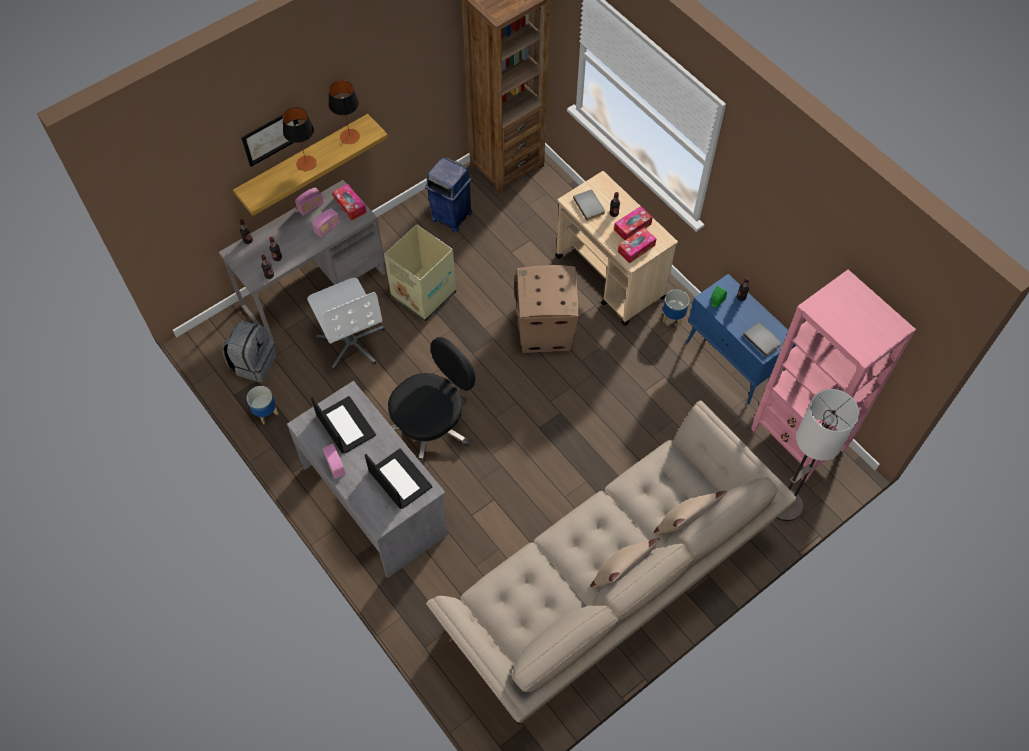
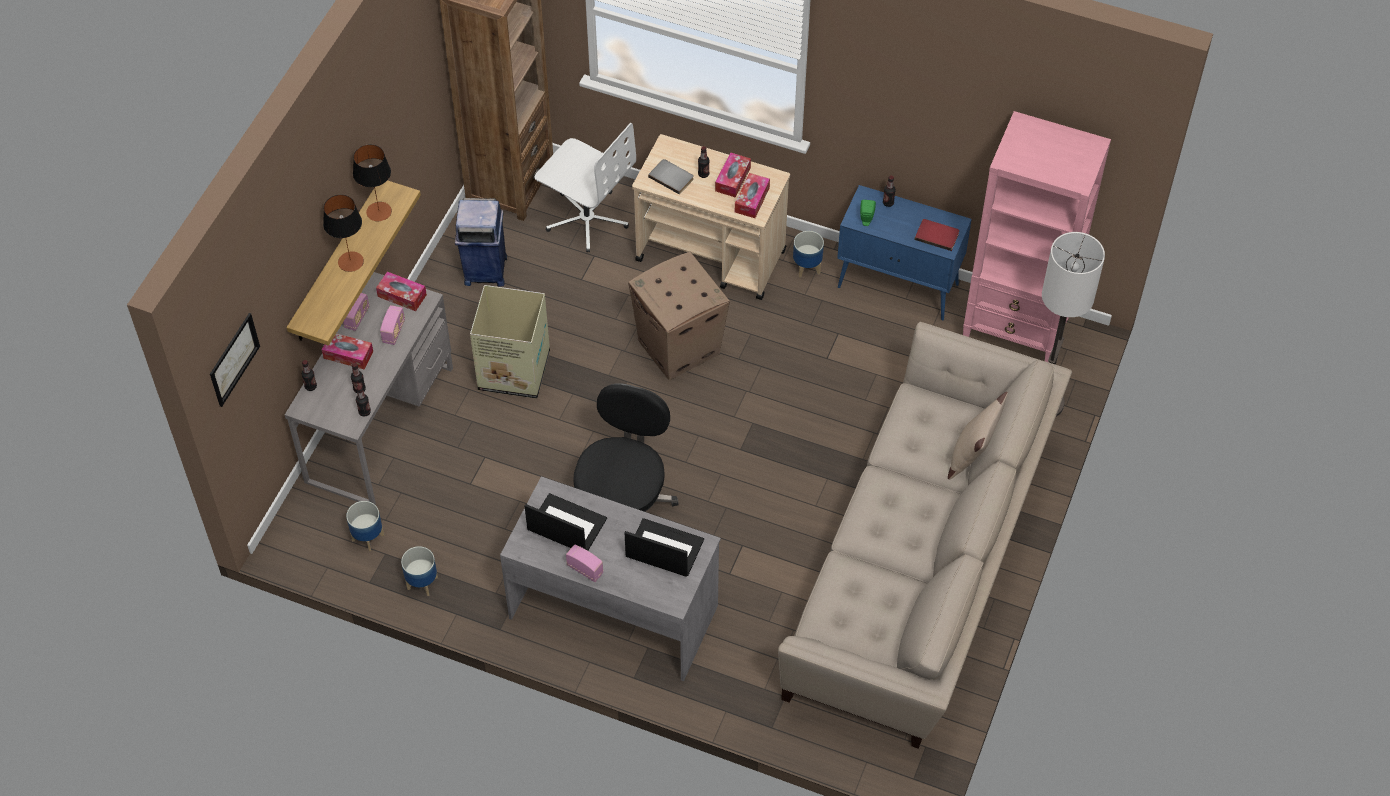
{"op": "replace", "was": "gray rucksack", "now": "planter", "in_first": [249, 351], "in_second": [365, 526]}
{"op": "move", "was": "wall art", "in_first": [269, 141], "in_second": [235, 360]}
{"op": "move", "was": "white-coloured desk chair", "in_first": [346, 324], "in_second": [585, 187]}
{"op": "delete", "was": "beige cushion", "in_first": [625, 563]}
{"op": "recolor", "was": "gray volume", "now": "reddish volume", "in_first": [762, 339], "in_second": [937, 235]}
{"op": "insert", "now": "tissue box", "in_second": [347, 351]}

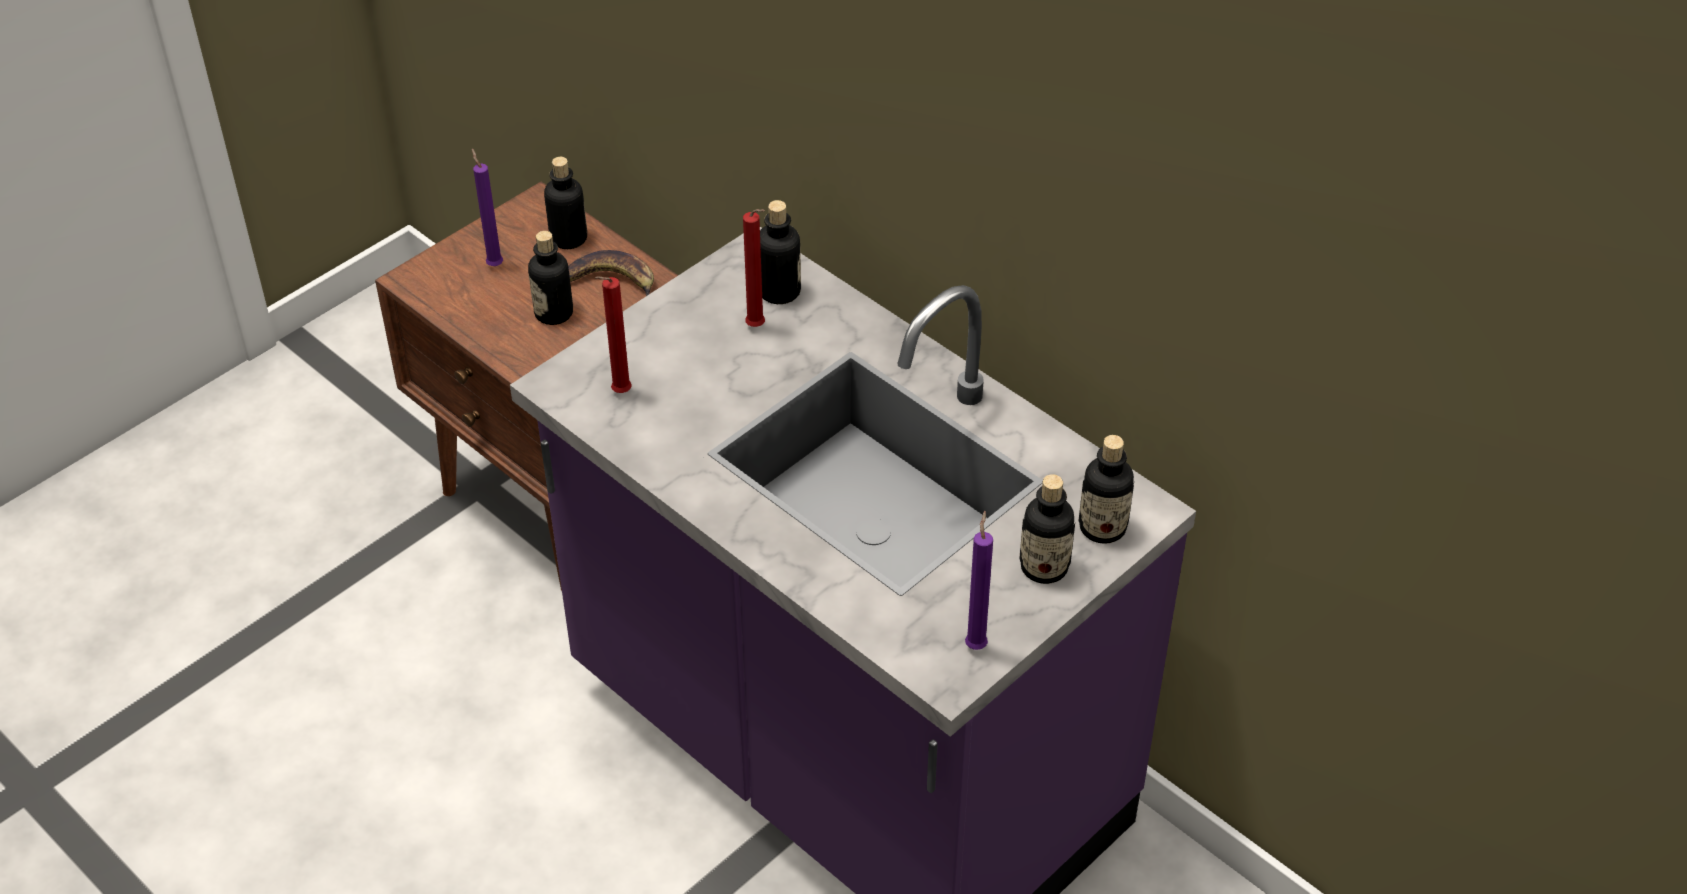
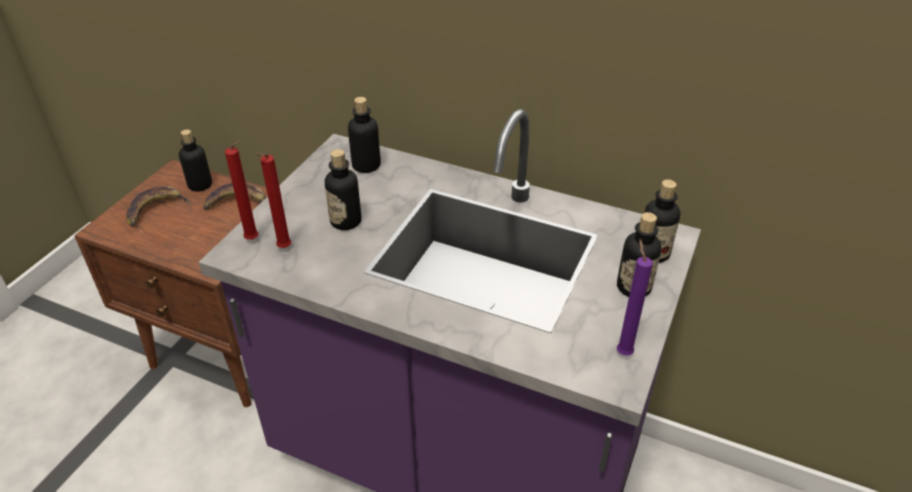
{"op": "replace", "was": "purplish candle", "now": "whole banana", "in_first": [487, 207], "in_second": [158, 206]}
{"op": "move", "was": "bottle", "in_first": [550, 278], "in_second": [343, 189]}
{"op": "move", "was": "reddish candle", "in_first": [754, 268], "in_second": [241, 190]}

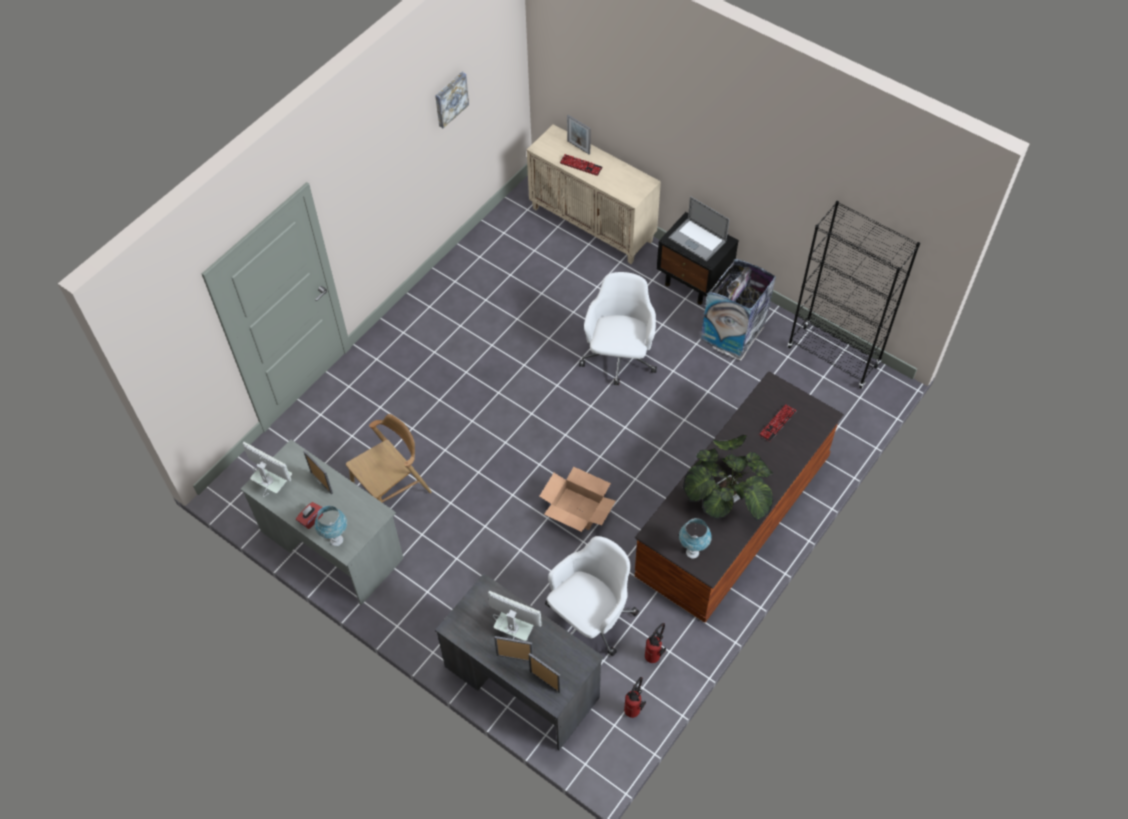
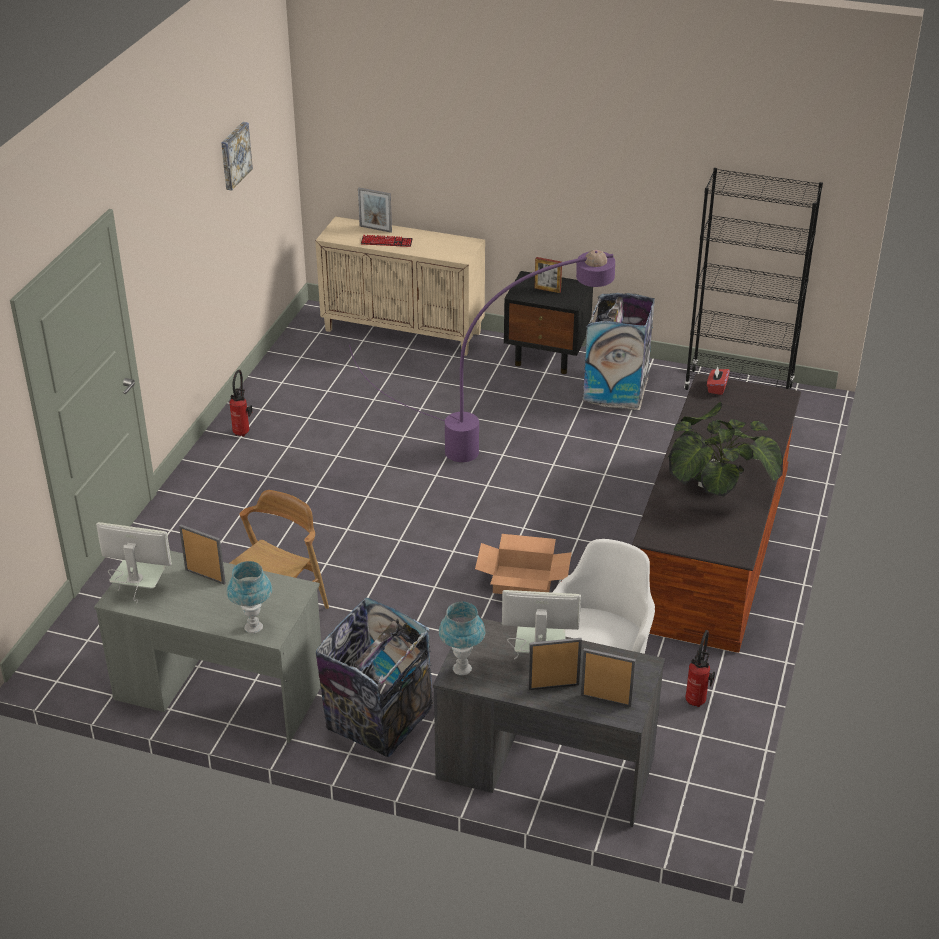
{"op": "move", "was": "reddish tissue box", "in_first": [309, 515], "in_second": [718, 380]}
{"op": "replace", "was": "white-coloured desk chair", "now": "purplish standing lamp", "in_first": [618, 328], "in_second": [482, 355]}
{"op": "move", "was": "fire-fighting cylinder", "in_first": [635, 697], "in_second": [240, 403]}
{"op": "replace", "was": "laptop", "now": "standing frame", "in_first": [699, 229], "in_second": [548, 275]}
{"op": "move", "was": "blue table lamp", "in_first": [695, 538], "in_second": [462, 638]}
{"op": "delete", "was": "PC keyboard", "in_first": [777, 423]}
{"op": "insert", "now": "waste bin", "in_second": [375, 677]}

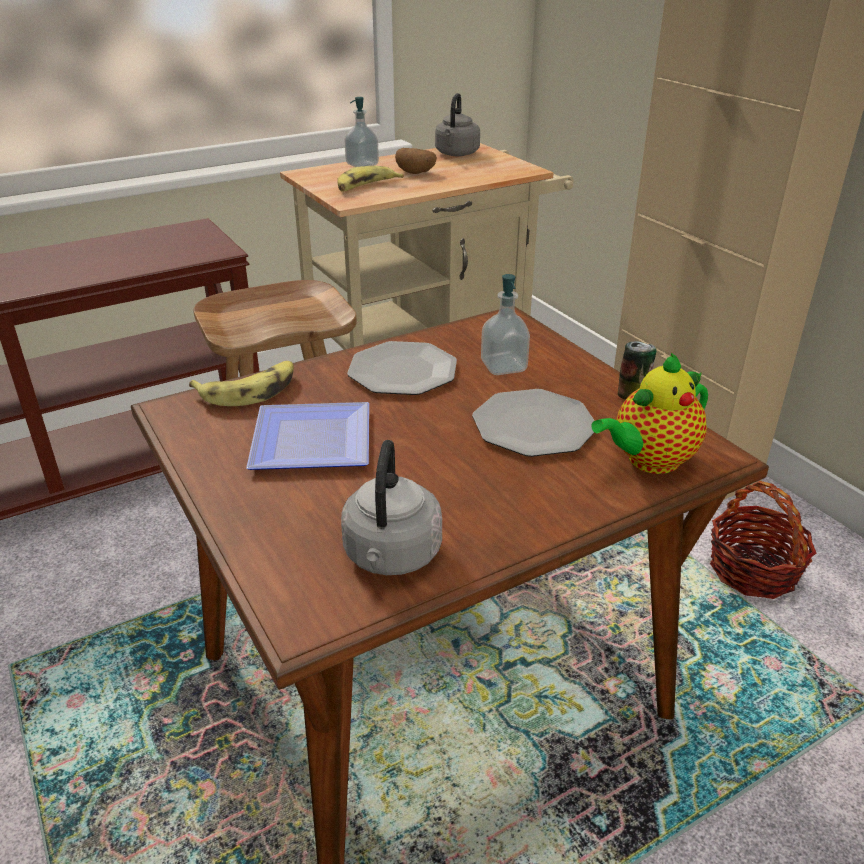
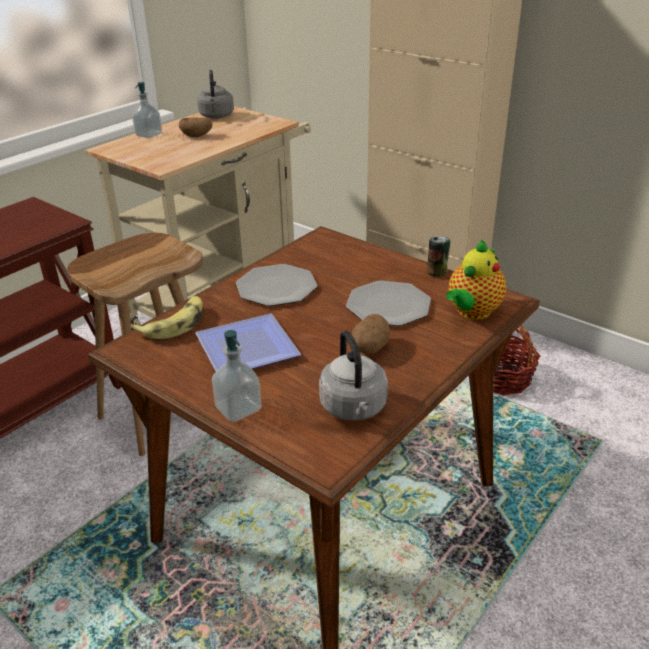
{"op": "delete", "was": "whole banana", "in_first": [370, 179]}
{"op": "move", "was": "liquid soap bottle", "in_first": [505, 324], "in_second": [237, 376]}
{"op": "insert", "now": "spud", "in_second": [371, 334]}

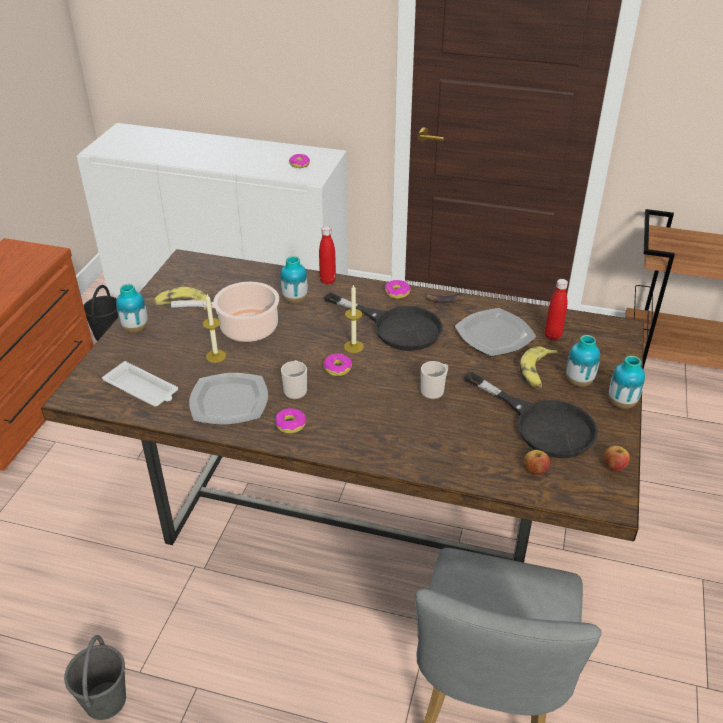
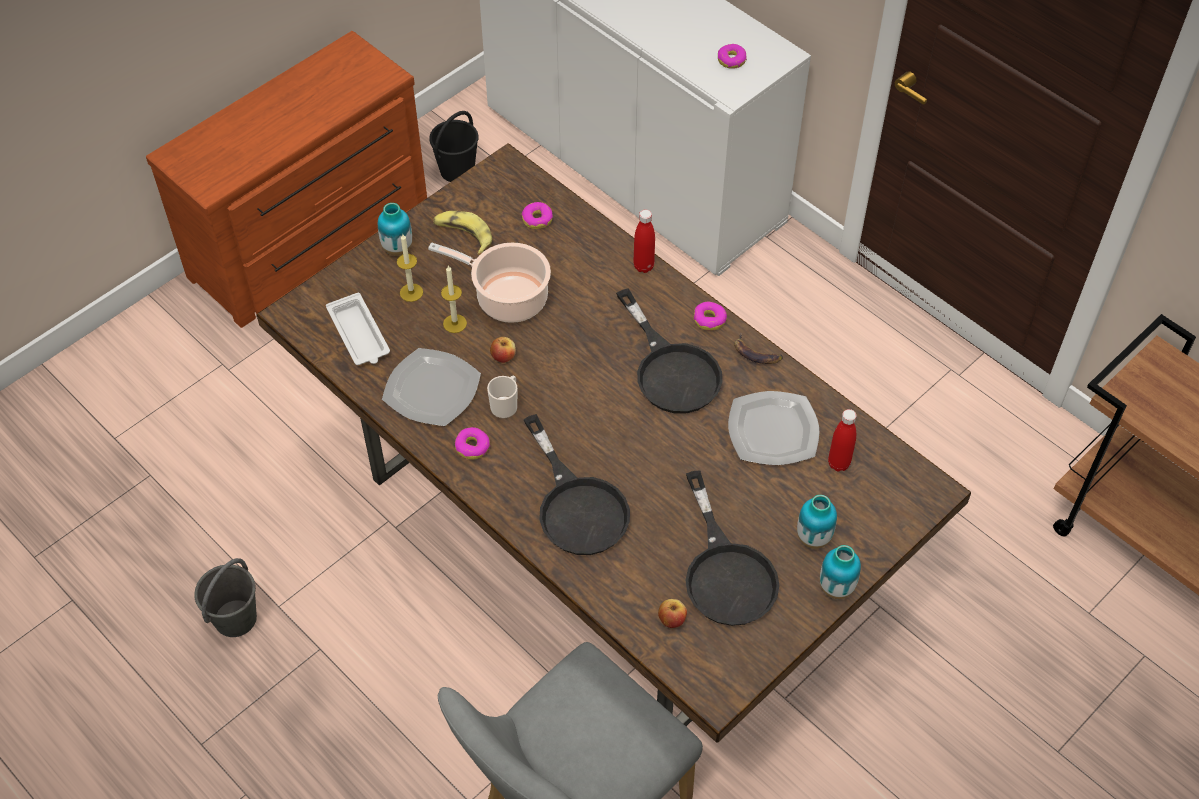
{"op": "delete", "was": "vase", "in_first": [294, 280]}
{"op": "move", "was": "ring doughnut", "in_first": [338, 364], "in_second": [537, 215]}
{"op": "move", "was": "candle", "in_first": [354, 318], "in_second": [410, 268]}
{"op": "delete", "was": "mug", "in_first": [434, 380]}
{"op": "delete", "was": "whole banana", "in_first": [539, 367]}
{"op": "move", "was": "apple fruit", "in_first": [617, 458], "in_second": [503, 350]}
{"op": "insert", "now": "black-coloured frying pan", "in_second": [576, 484]}

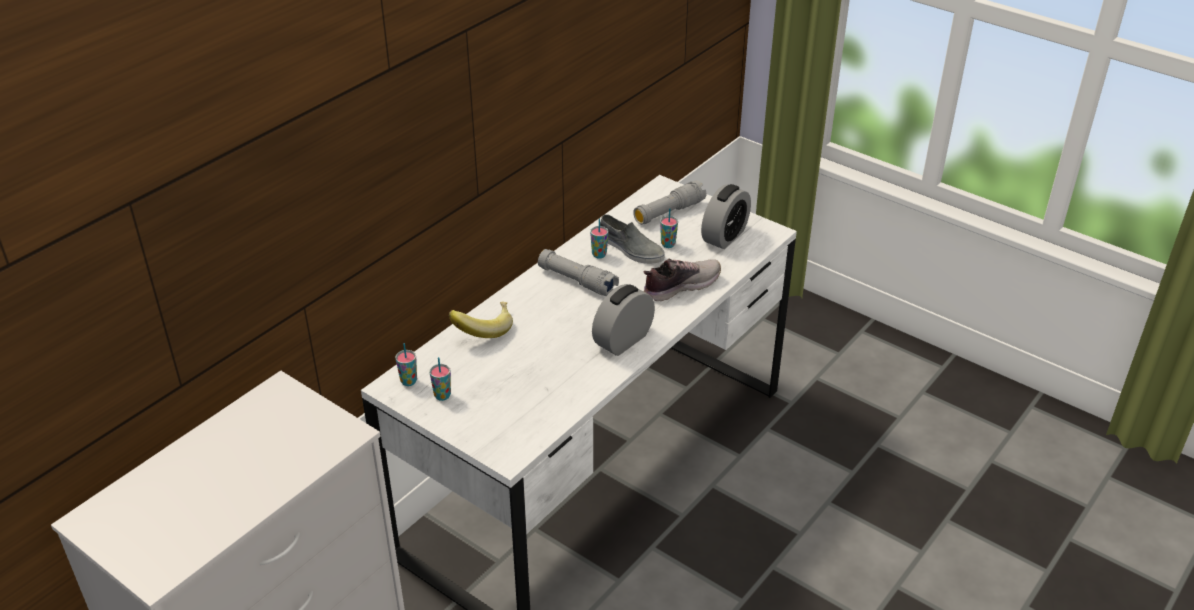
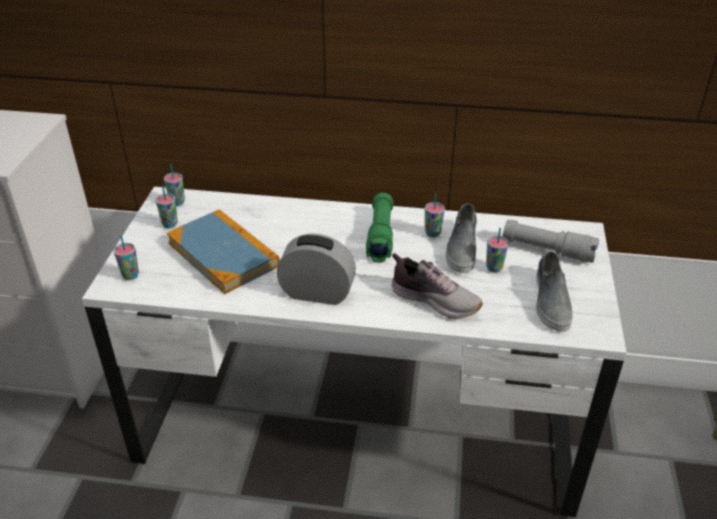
{"op": "delete", "was": "whole banana", "in_first": [481, 319]}
{"op": "recolor", "was": "gray hand torch", "now": "greenish hand torch", "in_first": [578, 272], "in_second": [379, 228]}
{"op": "replace", "was": "bedside clock", "now": "gray shoe", "in_first": [726, 216], "in_second": [554, 291]}
{"op": "insert", "now": "drinking cup", "in_second": [126, 257]}
{"op": "insert", "now": "volume", "in_second": [223, 251]}

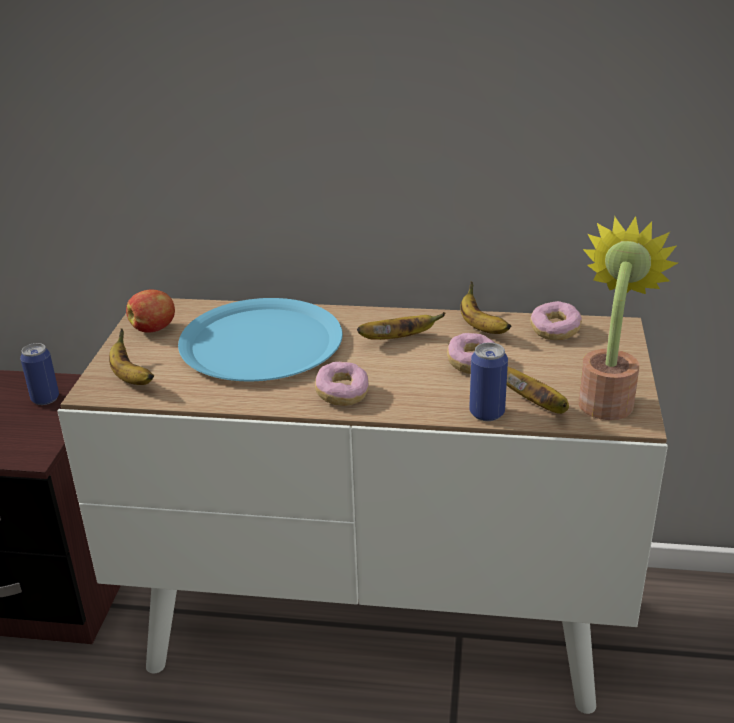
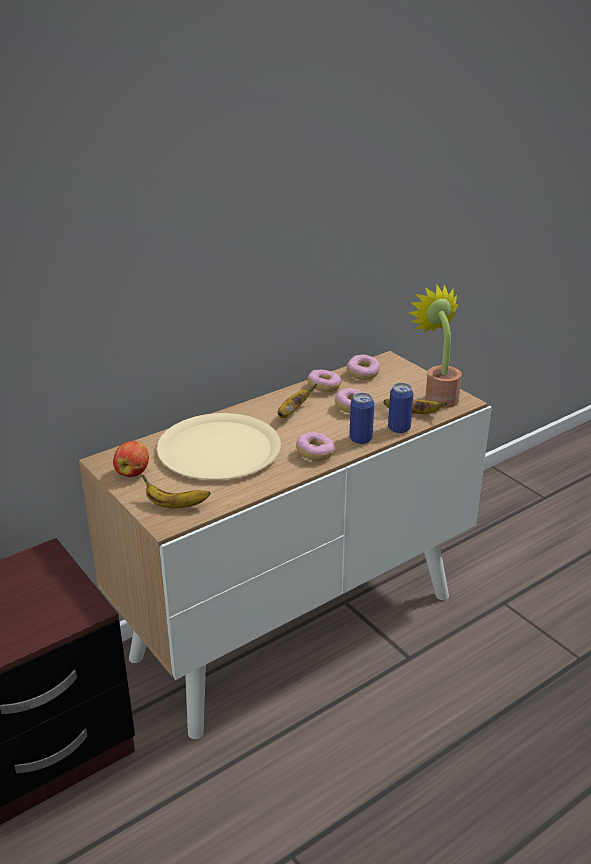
{"op": "move", "was": "metal can", "in_first": [39, 374], "in_second": [361, 418]}
{"op": "recolor", "was": "blue dinner plate", "now": "beige dinner plate", "in_first": [260, 339], "in_second": [219, 446]}
{"op": "replace", "was": "whole banana", "now": "ring doughnut", "in_first": [485, 307], "in_second": [324, 380]}

